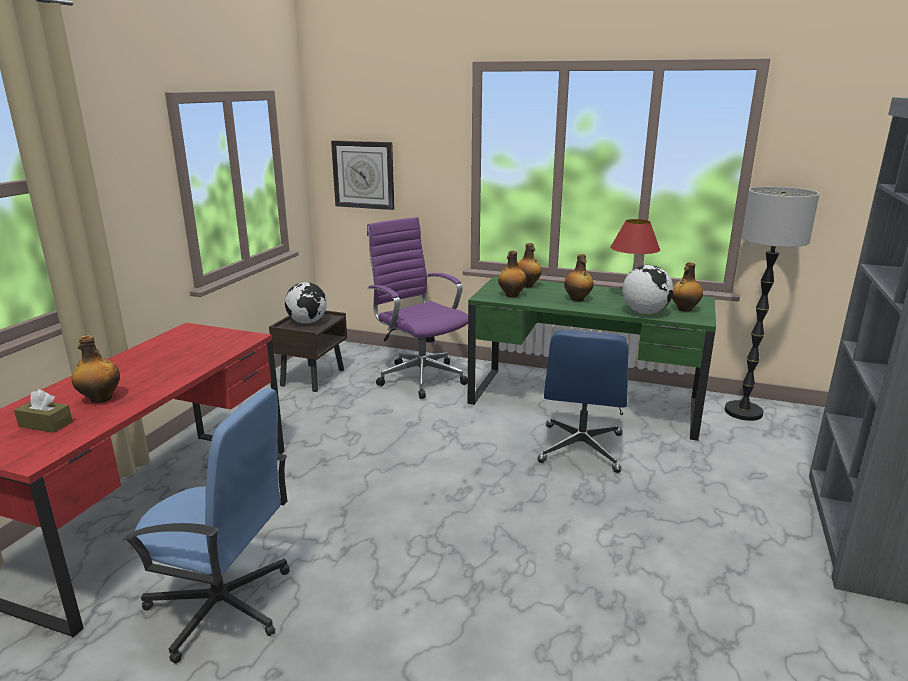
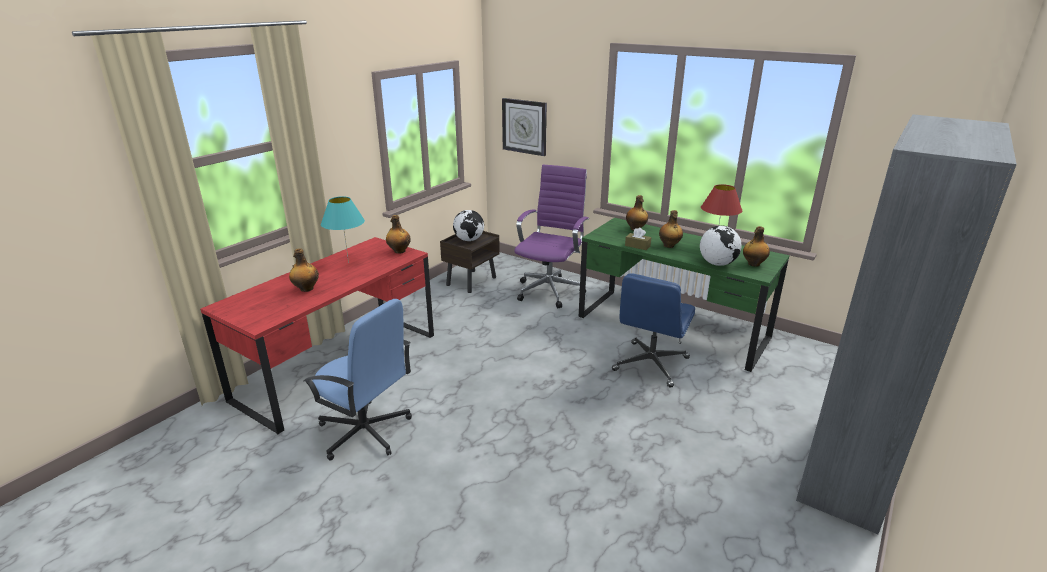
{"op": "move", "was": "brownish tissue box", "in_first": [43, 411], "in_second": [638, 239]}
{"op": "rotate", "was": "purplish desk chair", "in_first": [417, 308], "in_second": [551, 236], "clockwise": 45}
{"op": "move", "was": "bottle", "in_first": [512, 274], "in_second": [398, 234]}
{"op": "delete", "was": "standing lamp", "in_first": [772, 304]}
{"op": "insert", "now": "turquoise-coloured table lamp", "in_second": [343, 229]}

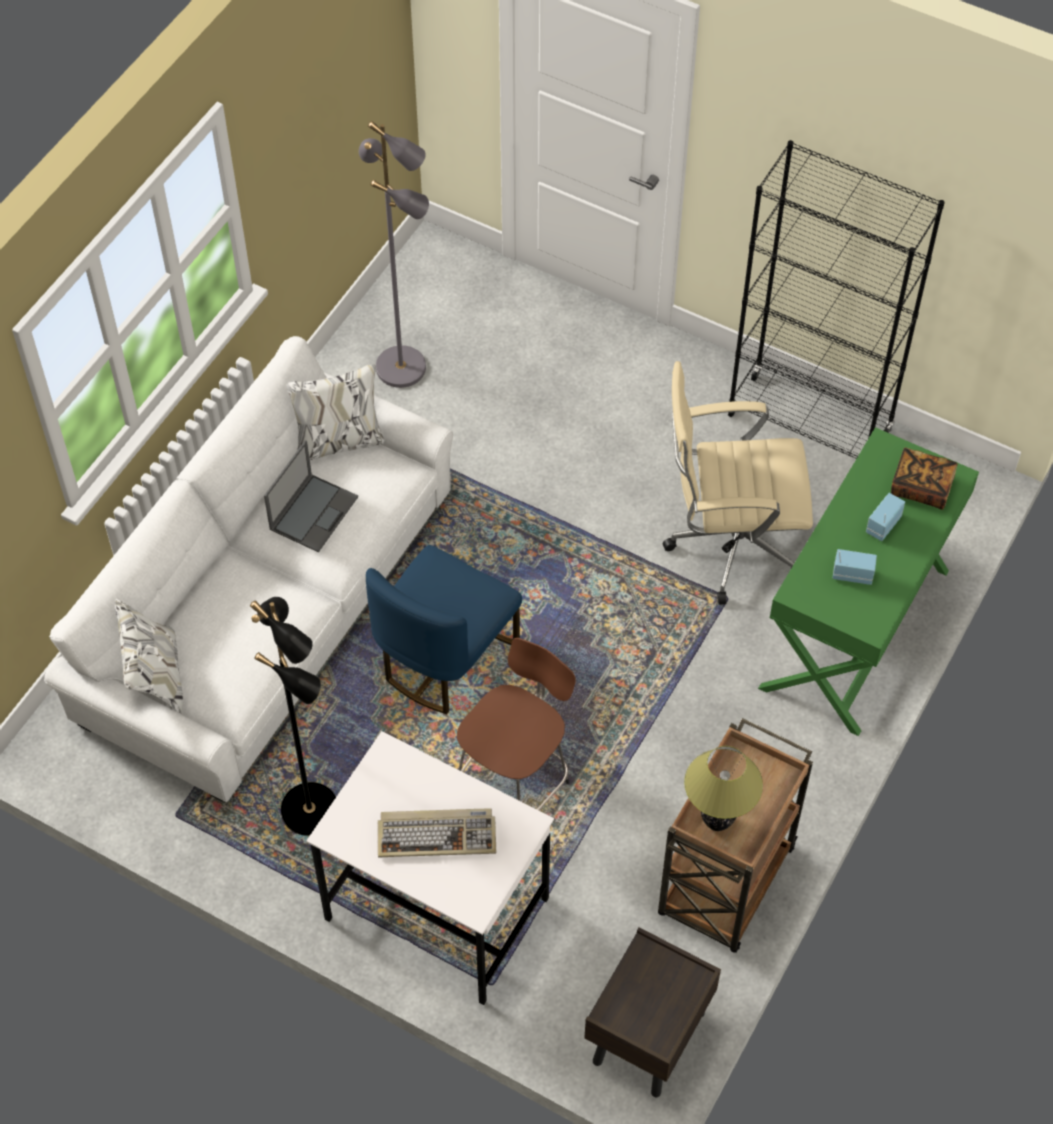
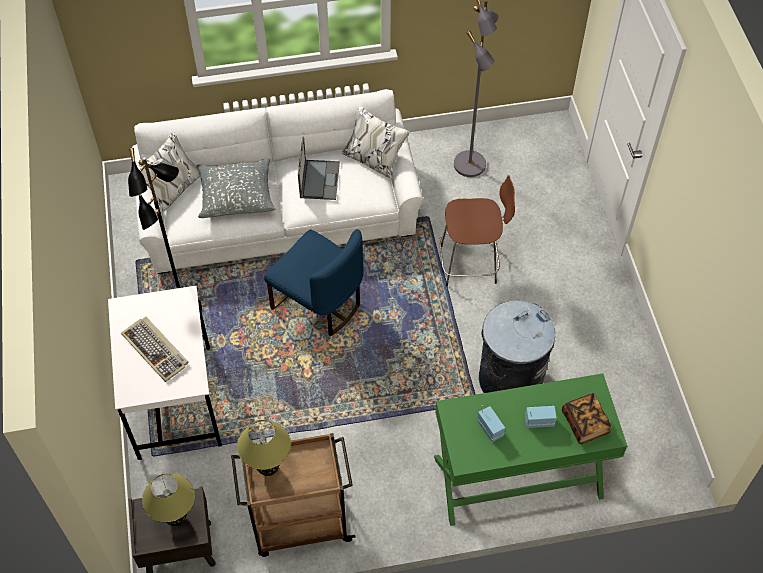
{"op": "rotate", "was": "laptop", "in_first": [311, 496], "in_second": [319, 168], "clockwise": -75}
{"op": "rotate", "was": "blue chair", "in_first": [444, 629], "in_second": [313, 282], "clockwise": -135}
{"op": "move", "was": "brownish sitting stool", "in_first": [516, 724], "in_second": [477, 231]}
{"op": "replace", "was": "beige desk chair", "now": "gray waste bin", "in_first": [738, 483], "in_second": [517, 346]}
{"op": "delete", "was": "black-coloured shelving unit", "in_first": [836, 299]}
{"op": "insert", "now": "table lamp", "in_second": [168, 499]}
{"op": "insert", "now": "gray cushion", "in_second": [236, 188]}

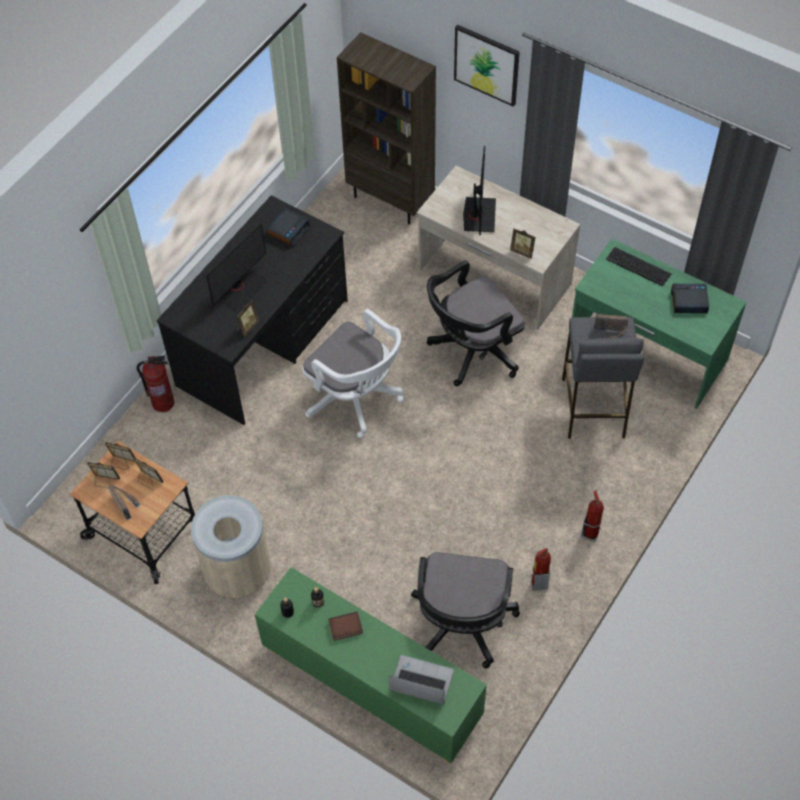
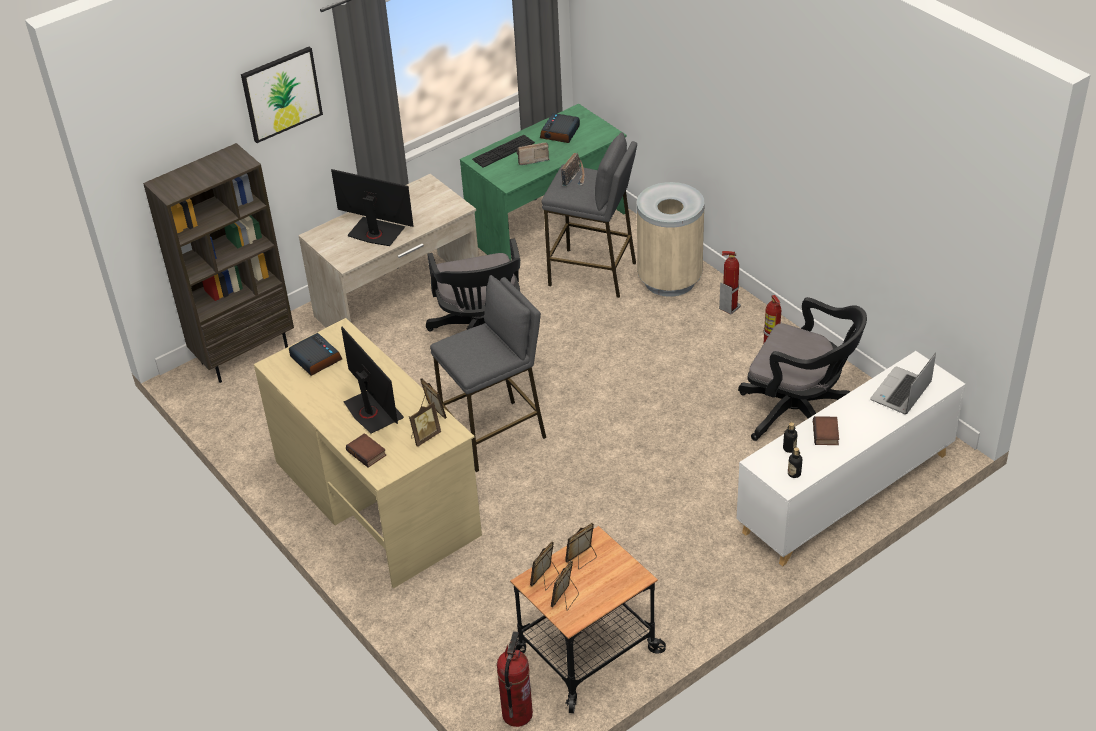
{"op": "move", "was": "radio", "in_first": [124, 502], "in_second": [533, 153]}
{"op": "move", "was": "fire-fighting cylinder", "in_first": [155, 383], "in_second": [515, 679]}
{"op": "recolor", "was": "black-coloured desk", "now": "beige desk", "in_first": [252, 310], "in_second": [368, 453]}
{"op": "move", "was": "beige waste bin", "in_first": [231, 547], "in_second": [671, 239]}
{"op": "recolor", "was": "greenish cupboard", "now": "white-coloured cupboard", "in_first": [371, 665], "in_second": [851, 459]}
{"op": "replace", "was": "white-coloured desk chair", "now": "gray sitting stool", "in_first": [353, 373], "in_second": [488, 373]}
{"op": "move", "was": "standing frame", "in_first": [523, 243], "in_second": [425, 424]}
{"op": "insert", "now": "volume", "in_second": [366, 450]}

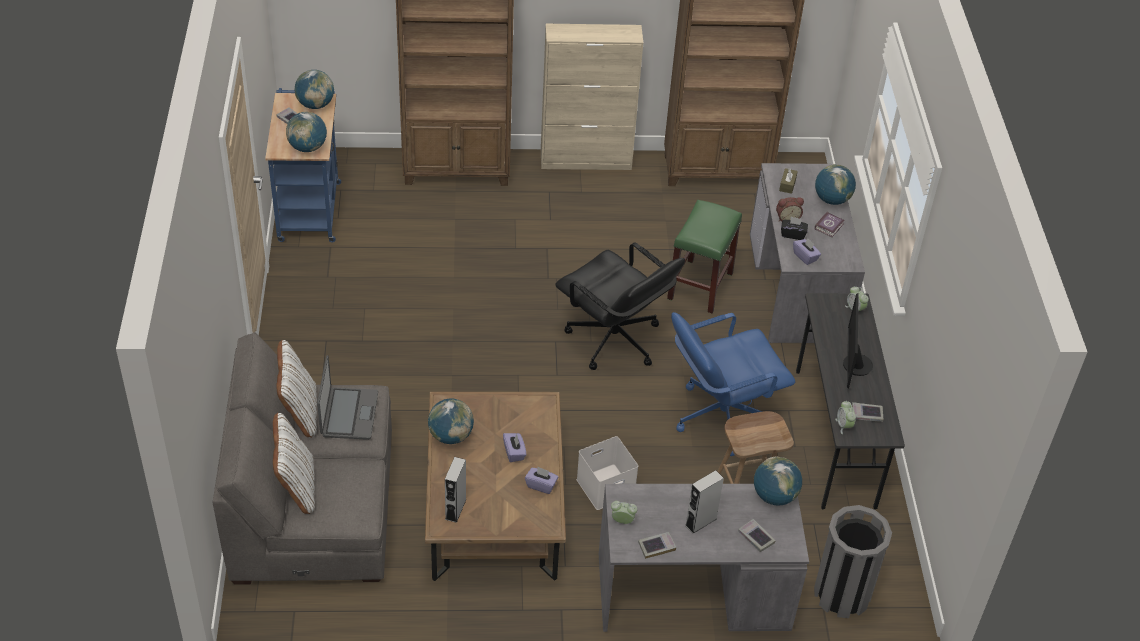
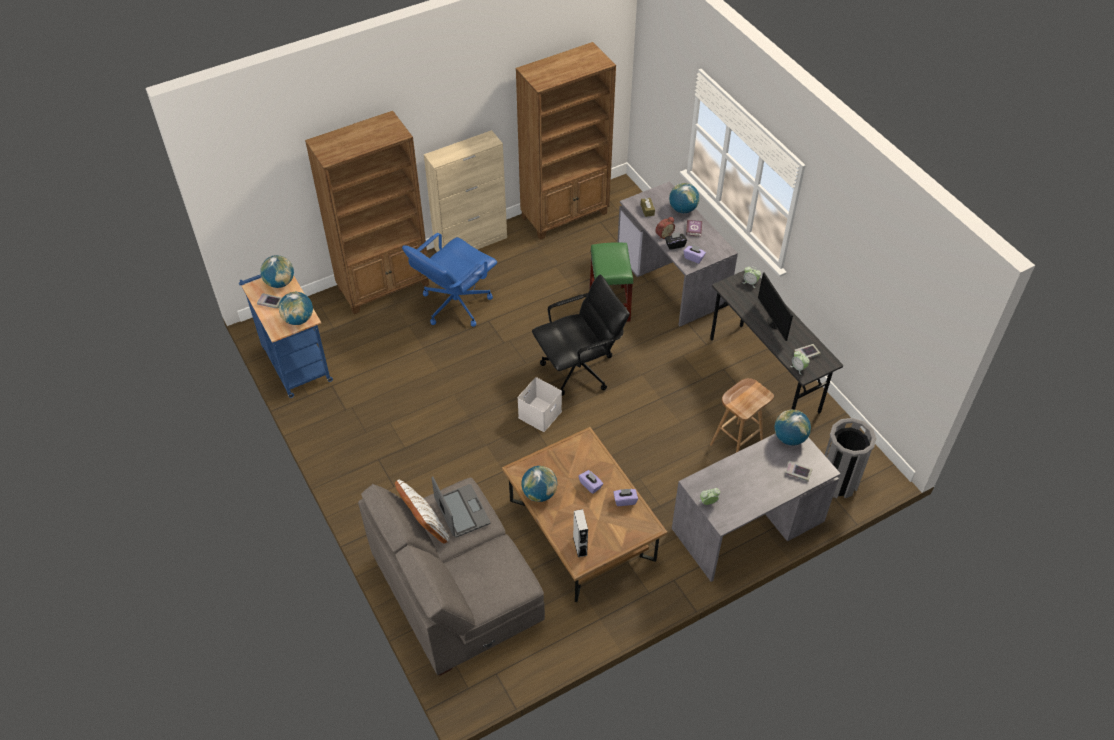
{"op": "delete", "was": "white-coloured cushion", "in_first": [294, 463]}
{"op": "rotate", "was": "black-coloured desk chair", "in_first": [620, 306], "in_second": [581, 335], "clockwise": -45}
{"op": "move", "was": "white-coloured storage box", "in_first": [607, 473], "in_second": [540, 404]}
{"op": "delete", "was": "volume", "in_first": [657, 545]}
{"op": "move", "was": "blue desk chair", "in_first": [733, 384], "in_second": [449, 280]}
{"op": "delete", "was": "gray speaker", "in_first": [704, 502]}

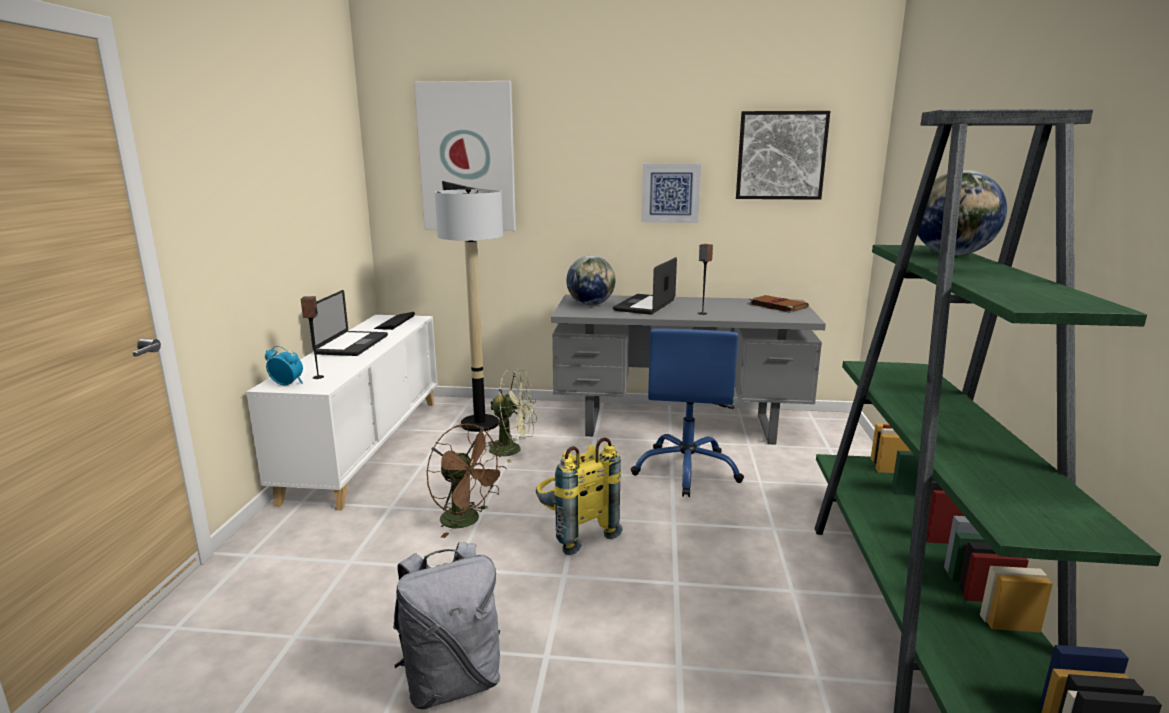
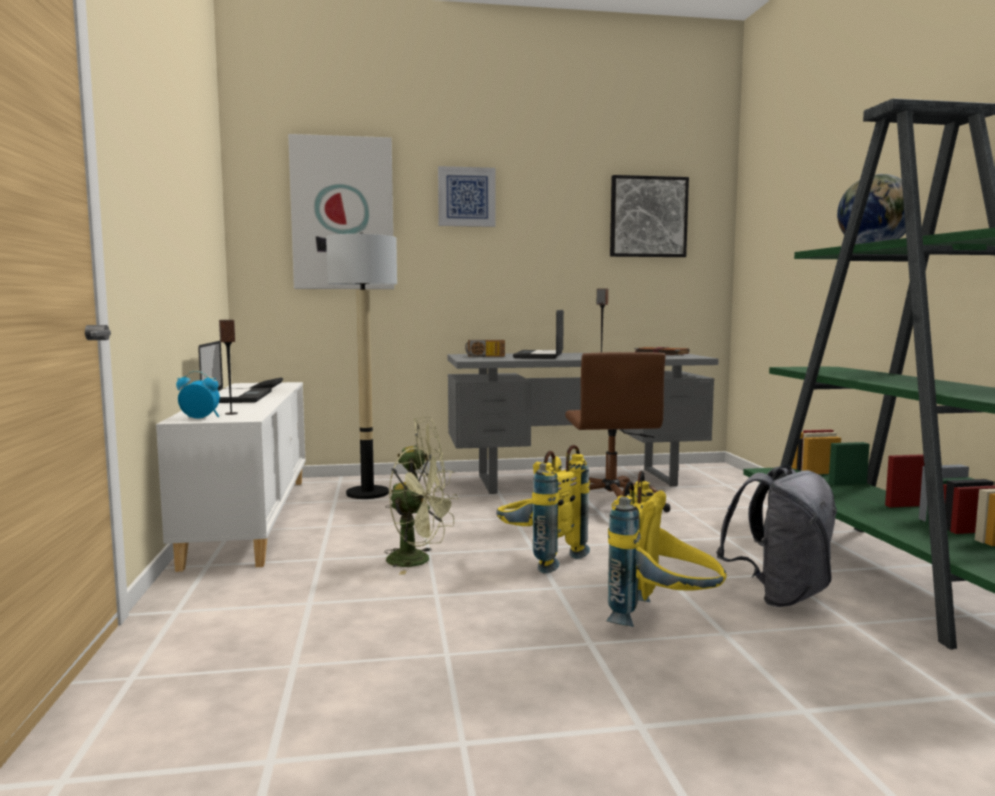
{"op": "move", "was": "gray rucksack", "in_first": [446, 626], "in_second": [776, 536]}
{"op": "recolor", "was": "brownish cooling fan", "now": "greenish cooling fan", "in_first": [466, 481], "in_second": [421, 511]}
{"op": "replace", "was": "globe", "now": "radio", "in_first": [591, 281], "in_second": [485, 348]}
{"op": "recolor", "was": "blue desk chair", "now": "brownish desk chair", "in_first": [687, 413], "in_second": [618, 432]}
{"op": "move", "was": "wall art", "in_first": [671, 193], "in_second": [467, 196]}
{"op": "insert", "now": "yellowish rucksack", "in_second": [666, 549]}

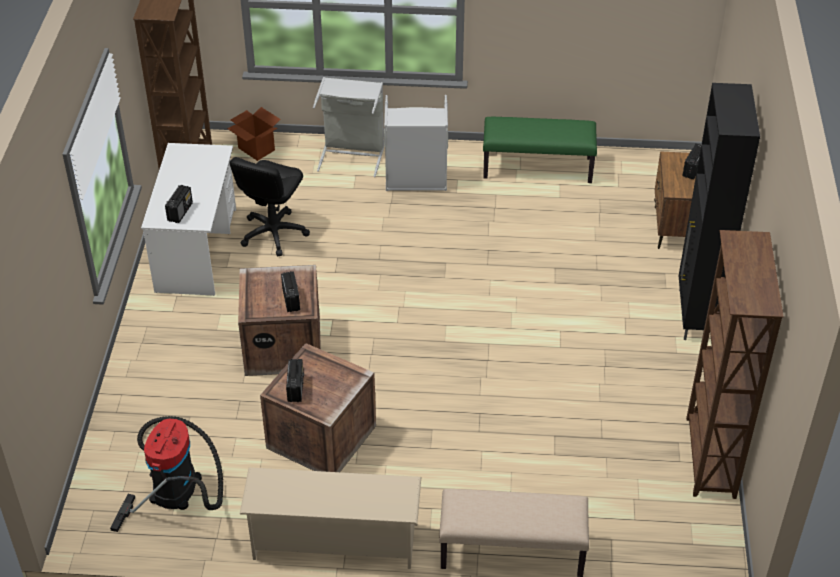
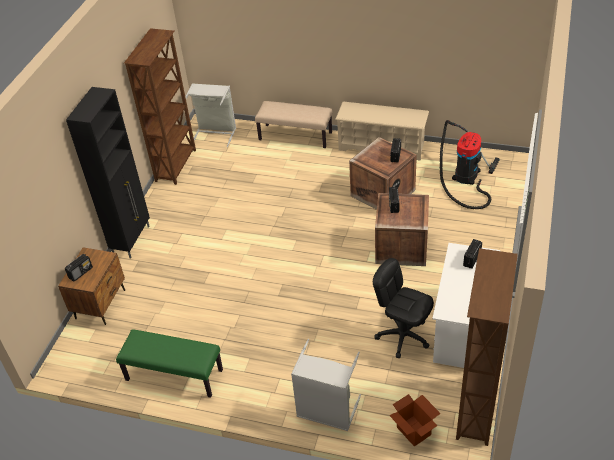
{"op": "rotate", "was": "black-coloured desk chair", "in_first": [269, 206], "in_second": [403, 308], "clockwise": -90}
{"op": "move", "was": "gray laundry basket", "in_first": [416, 143], "in_second": [210, 115]}

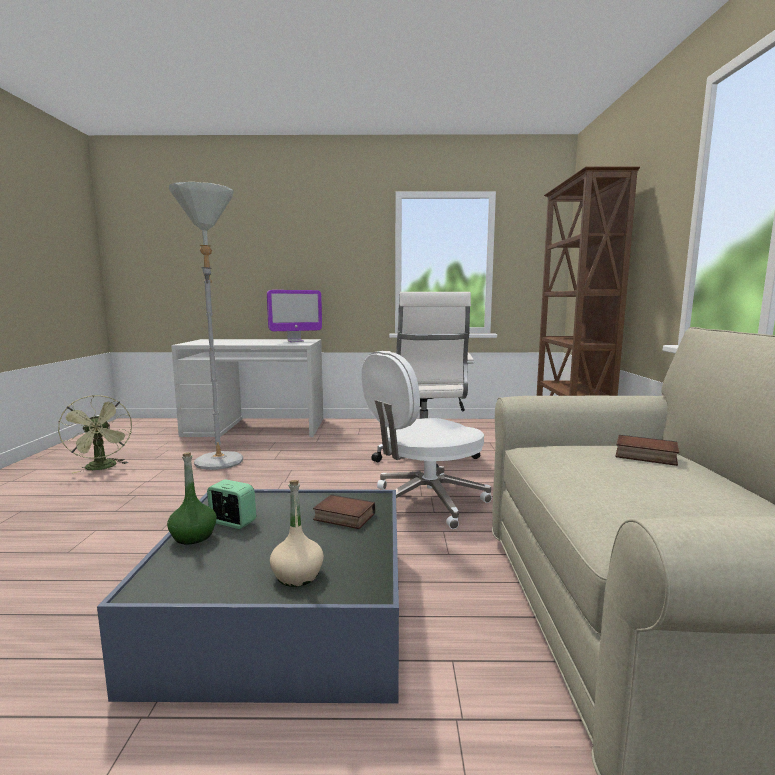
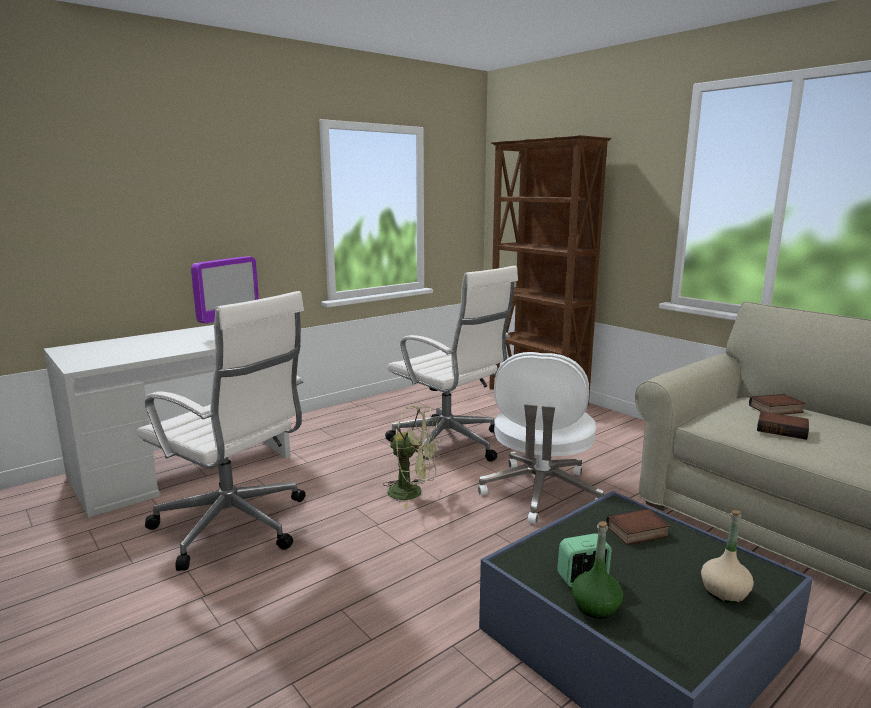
{"op": "move", "was": "greenish cooling fan", "in_first": [95, 434], "in_second": [412, 456]}
{"op": "replace", "was": "gray standing lamp", "now": "white-coloured desk chair", "in_first": [206, 326], "in_second": [221, 431]}
{"op": "insert", "now": "volume", "in_second": [783, 425]}

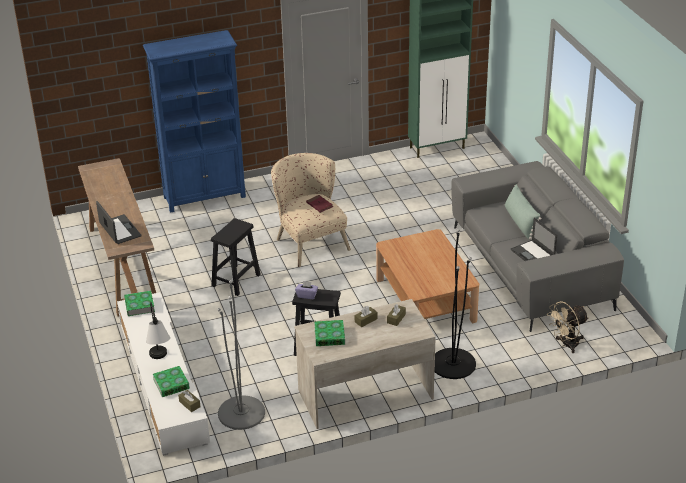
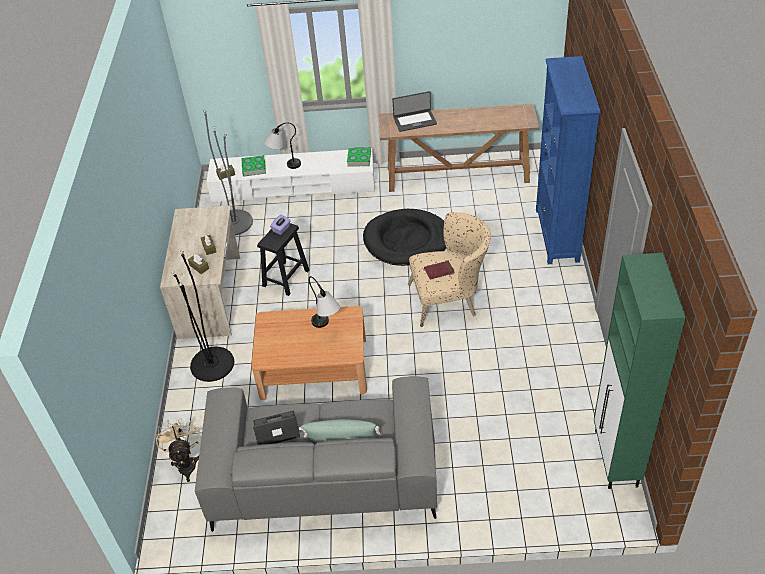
{"op": "replace", "was": "black-coloured sitting stool", "now": "black-coloured pet bed", "in_first": [236, 257], "in_second": [405, 237]}
{"op": "delete", "was": "volume", "in_first": [329, 333]}
{"op": "insert", "now": "table lamp", "in_second": [324, 302]}

